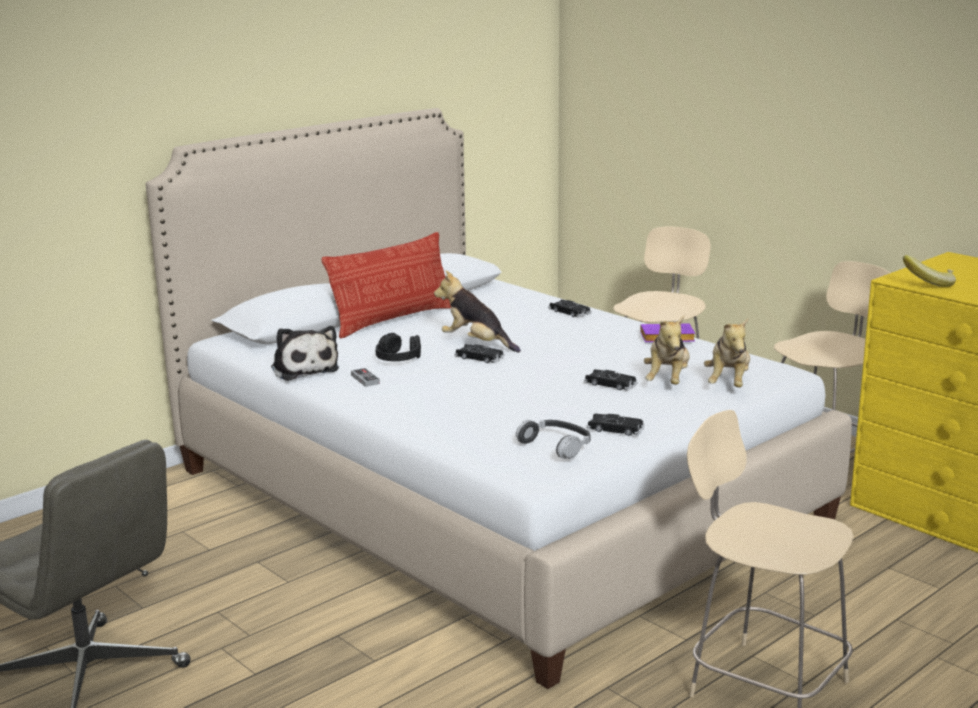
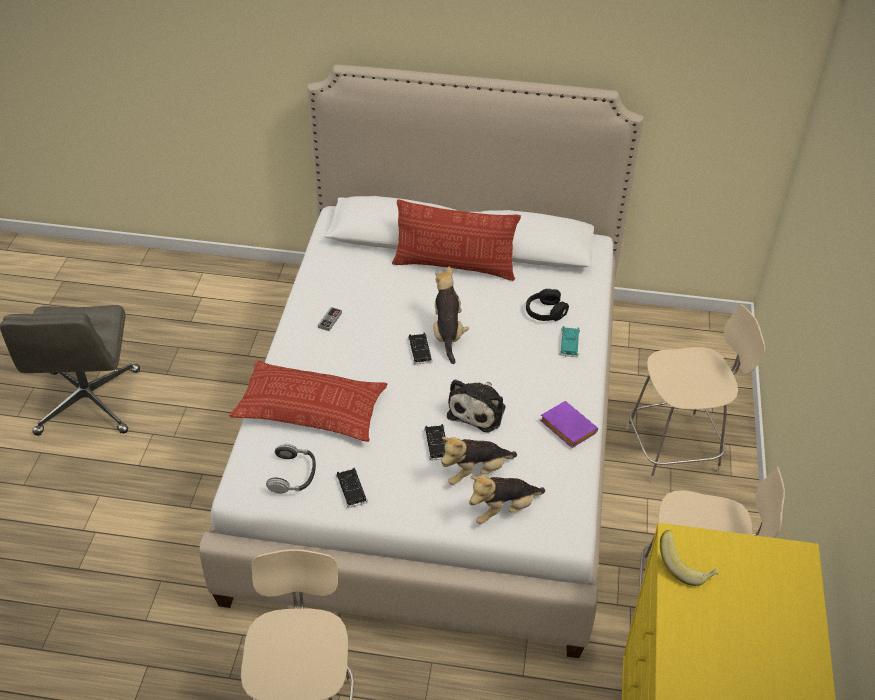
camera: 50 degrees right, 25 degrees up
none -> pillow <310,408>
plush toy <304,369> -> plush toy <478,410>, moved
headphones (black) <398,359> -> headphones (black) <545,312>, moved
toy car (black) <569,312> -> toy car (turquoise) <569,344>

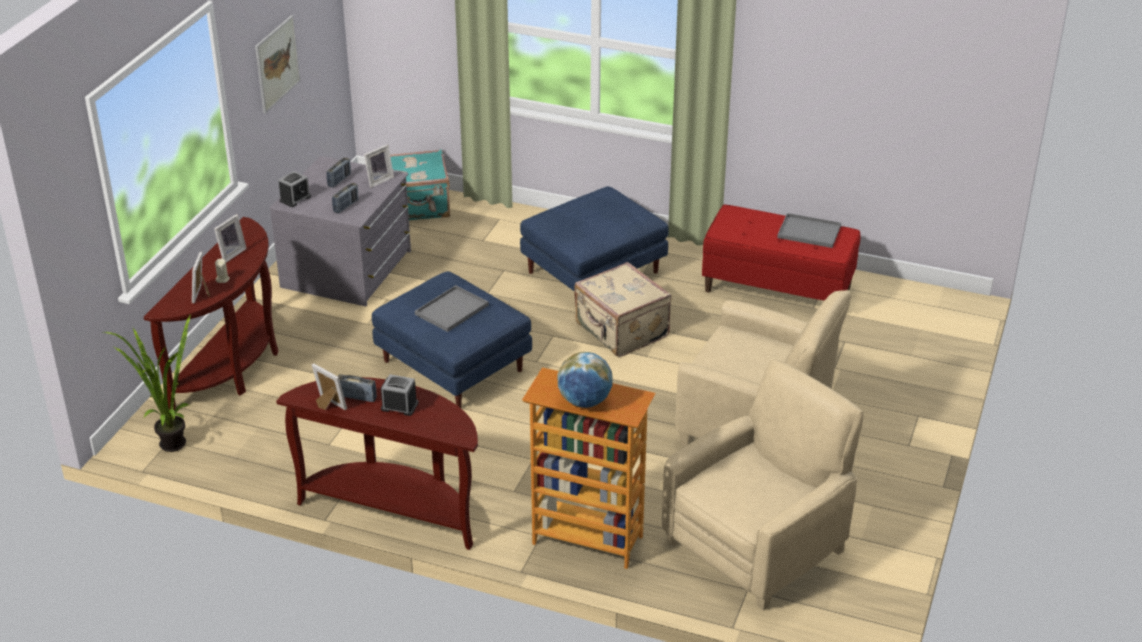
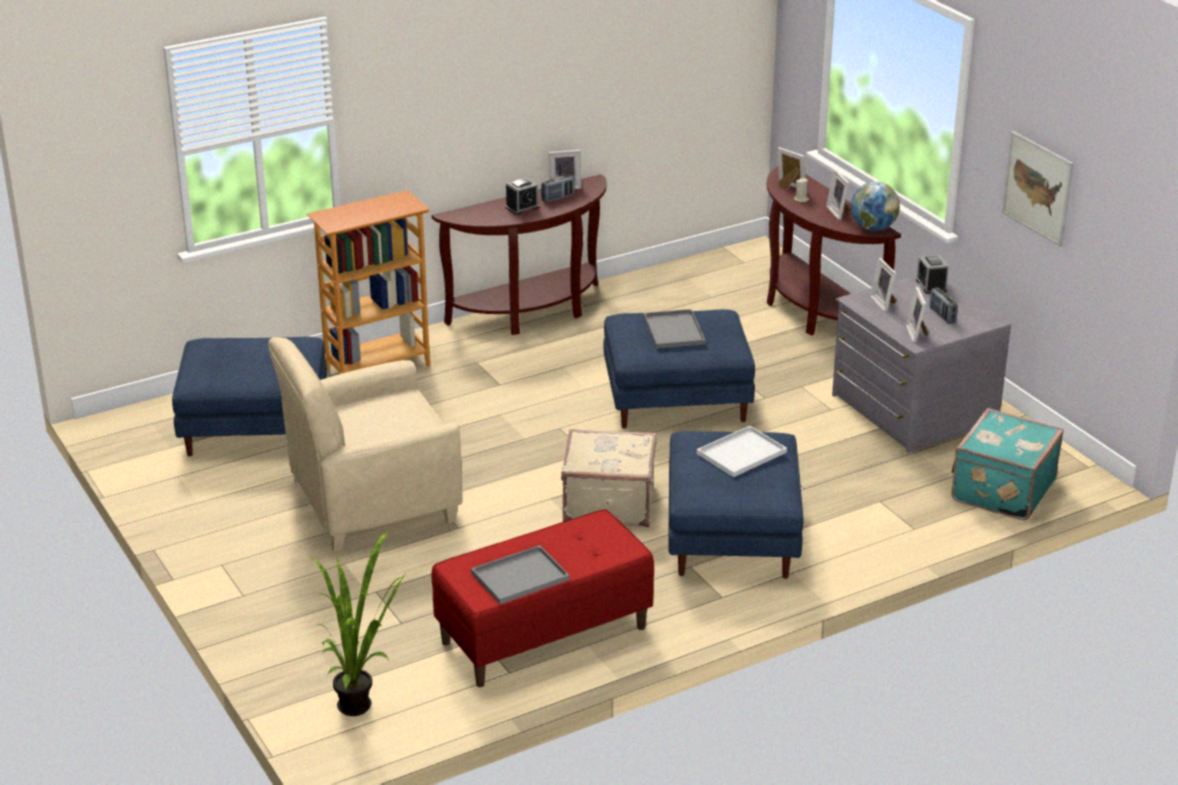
camera: 130 degrees right, 5 degrees down
armchair (beige) <757,545> -> ottoman (blue) <253,429>
potted plant <167,442> -> potted plant <362,704>, moved
none -> tray (white) <742,452>
globe <585,401> -> globe <873,228>, moved
radio <346,206> -> picture frame <884,303>

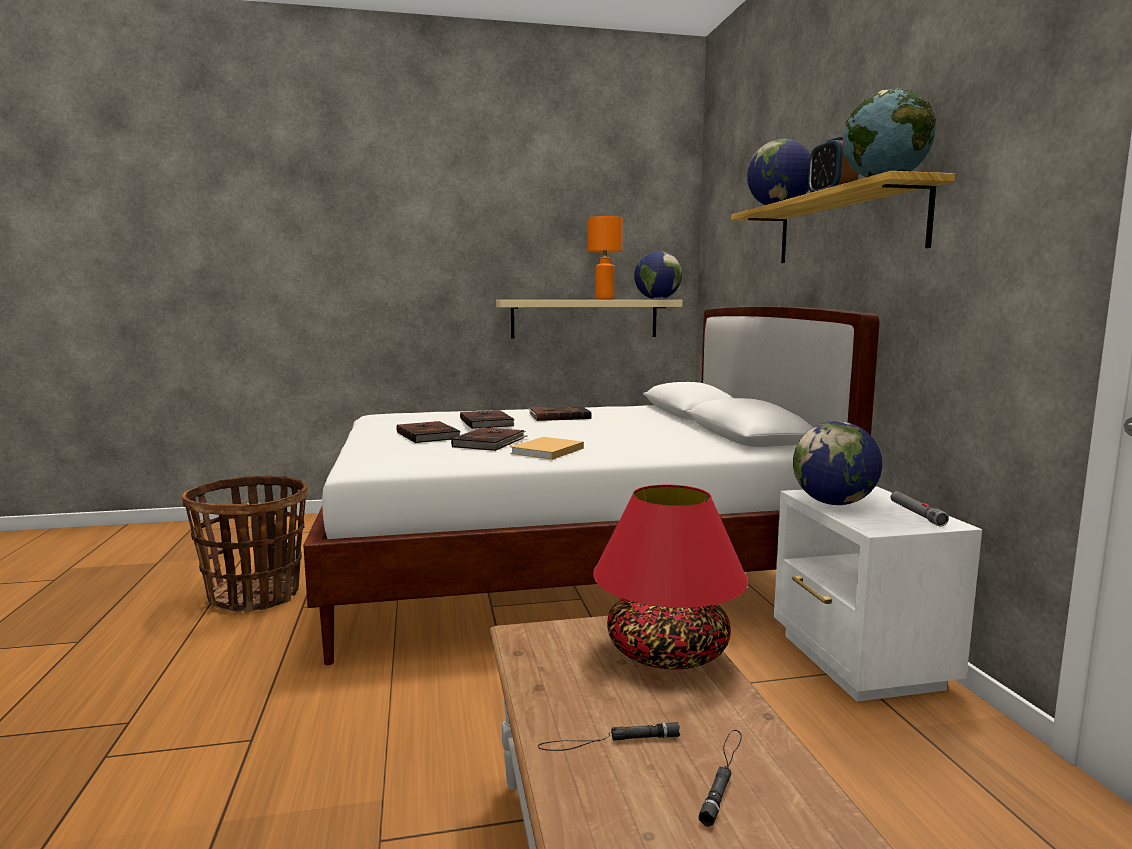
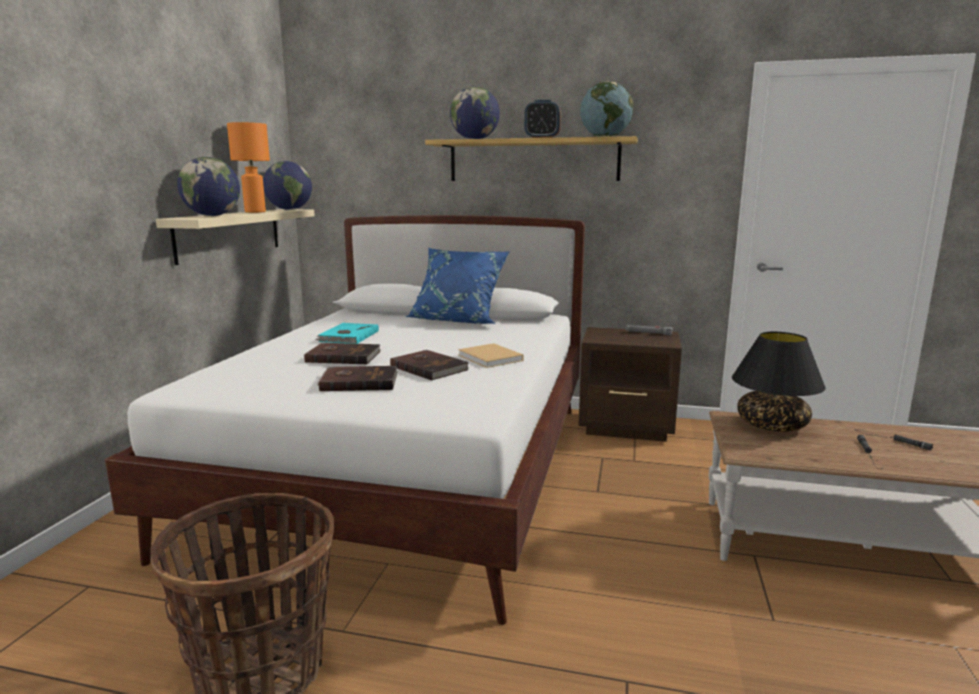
camera: 65 degrees left, 5 degrees up
globe <834,503> -> globe <212,216>, moved
book (brown) <559,416> -> book (turquoise) <348,336>
none -> pillow (blue) <458,320>
nightstand (white) <859,662> -> nightstand (brown) <627,428>
table lamp (red) <666,652> -> table lamp (black) <771,425>

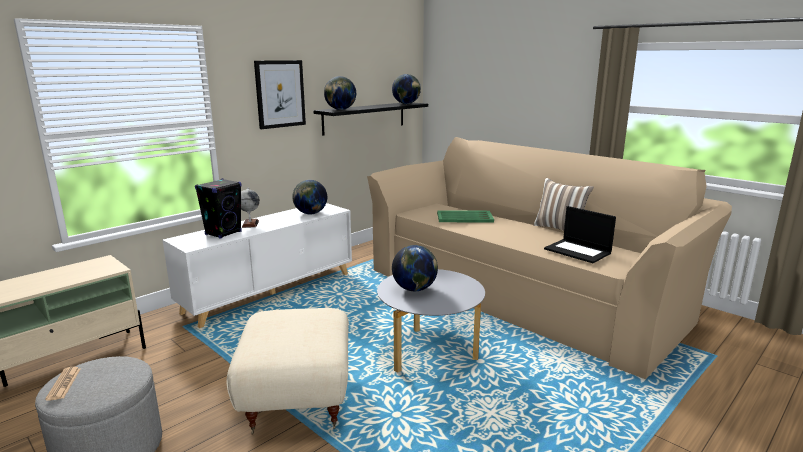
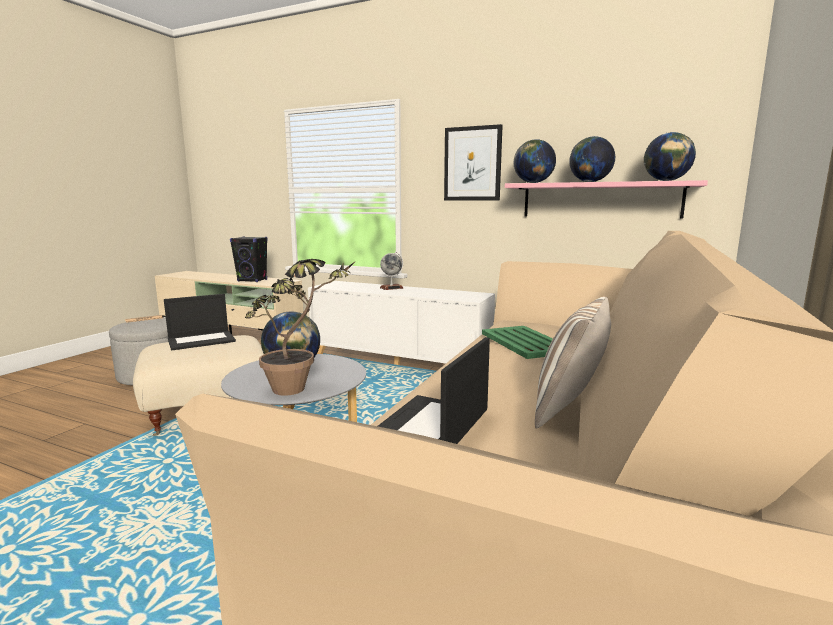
camera: 70 degrees right, 5 degrees down
none -> laptop <202,340>
speaker (black) <223,233> -> speaker (black) <252,280>, moved
none -> potted plant <301,389>
shelf (black) <364,117> -> shelf (pink) <600,200>
globe <310,213> -> globe <590,182>, moved

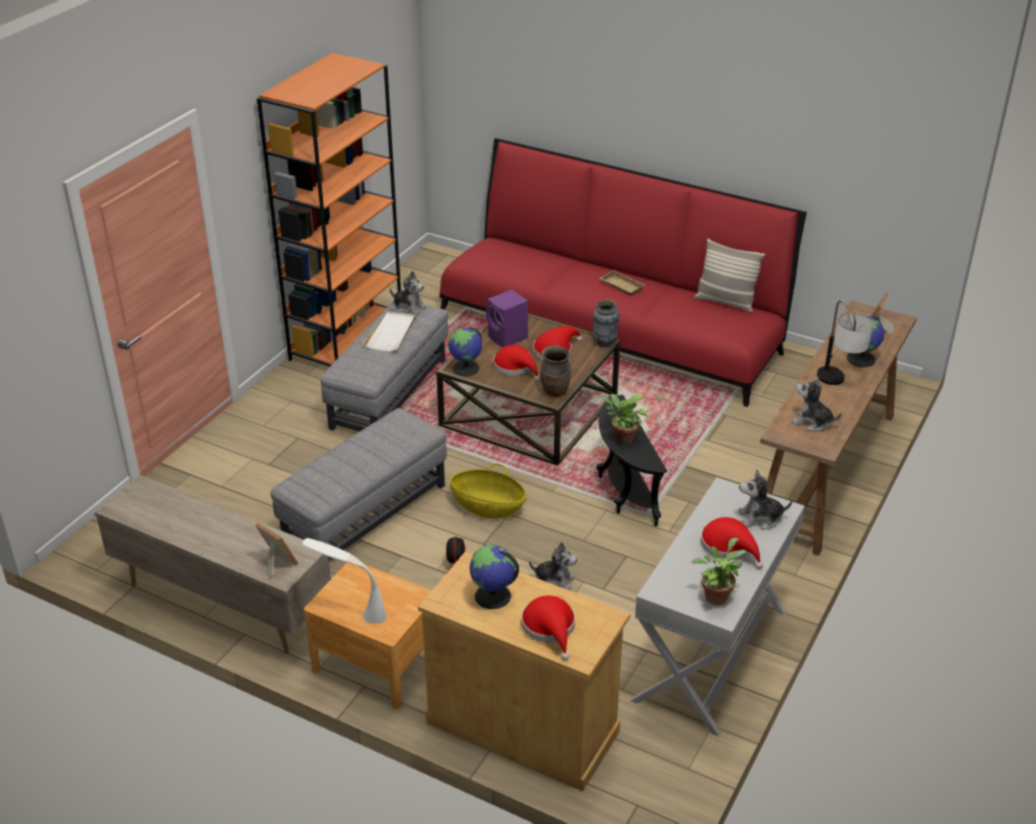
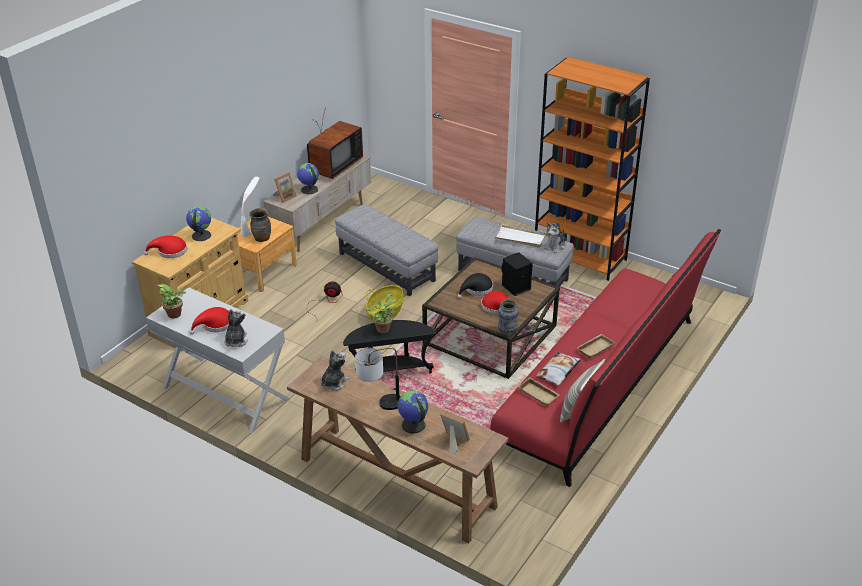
camera: 95 degrees right, 0 degrees up
vase (brown) <555,391> -> vase (brown) <262,238>, moved
globe <466,368> -> globe <309,190>, moved
none -> television <333,166>
hat (red) <515,367> -> hat (black) <476,289>
speaker (purple) <508,338> -> speaker (black) <515,287>
none -> tray (beige) <539,394>
none -> pillow <558,371>
plush toy <554,580> -> none

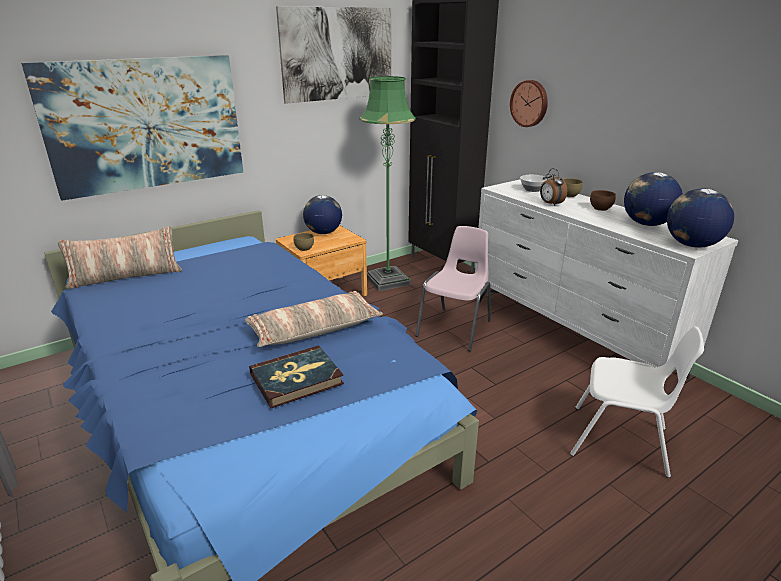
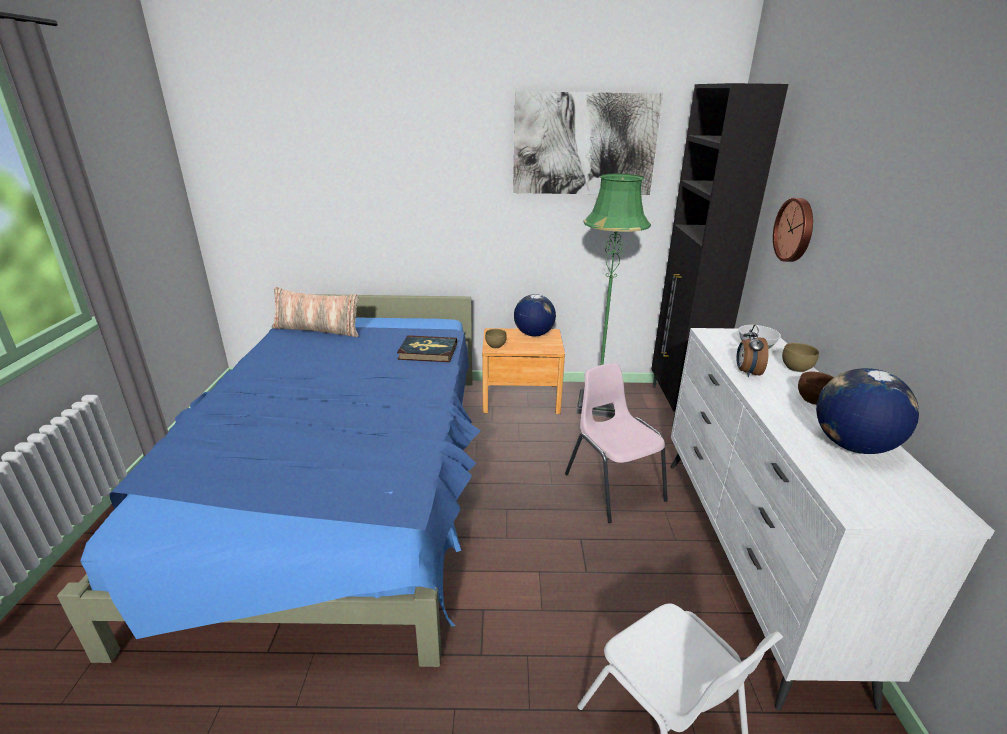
camera: 35 degrees right, 0 degrees up
book <296,379> -> book <428,351>, moved
chair (pink) <455,328> -> chair (pink) <612,486>, 90 degrees counterclockwise
picture <146,124> -> none
pillow <314,329> -> none
globe <691,245> -> none

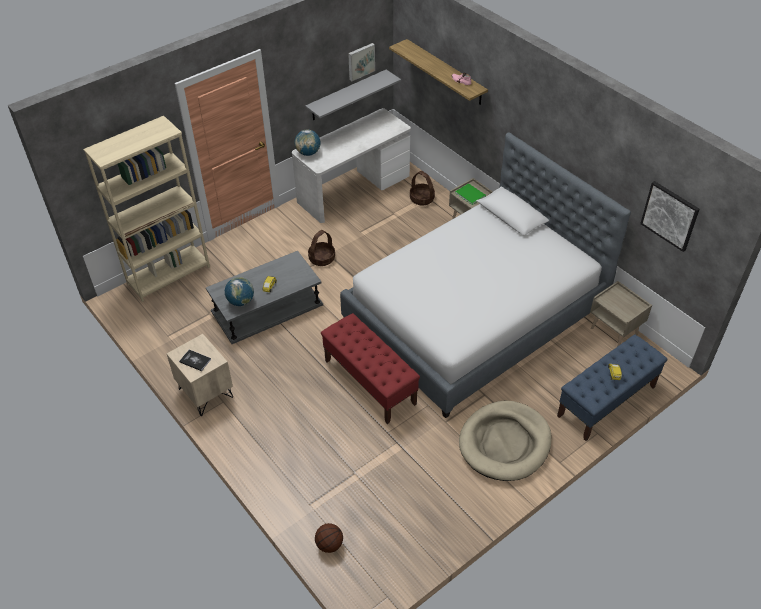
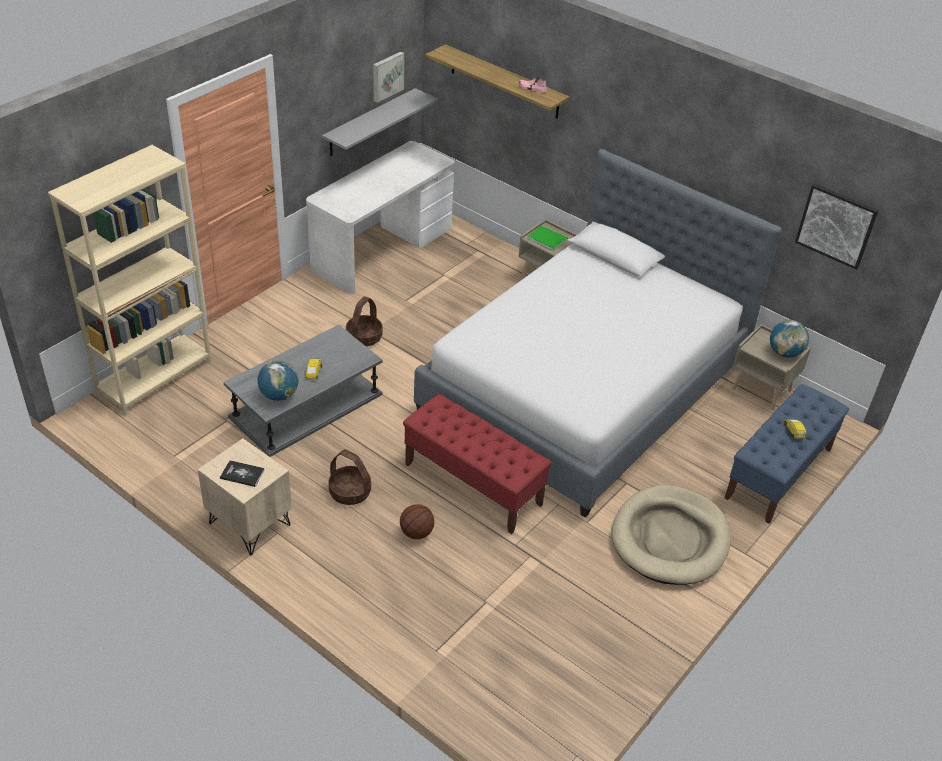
camera: 15 degrees left, 5 degrees down
basket <422,199> -> basket <350,492>, moved
basketball <329,544> -> basketball <416,533>, moved
globe <308,153> -> globe <784,353>, moved

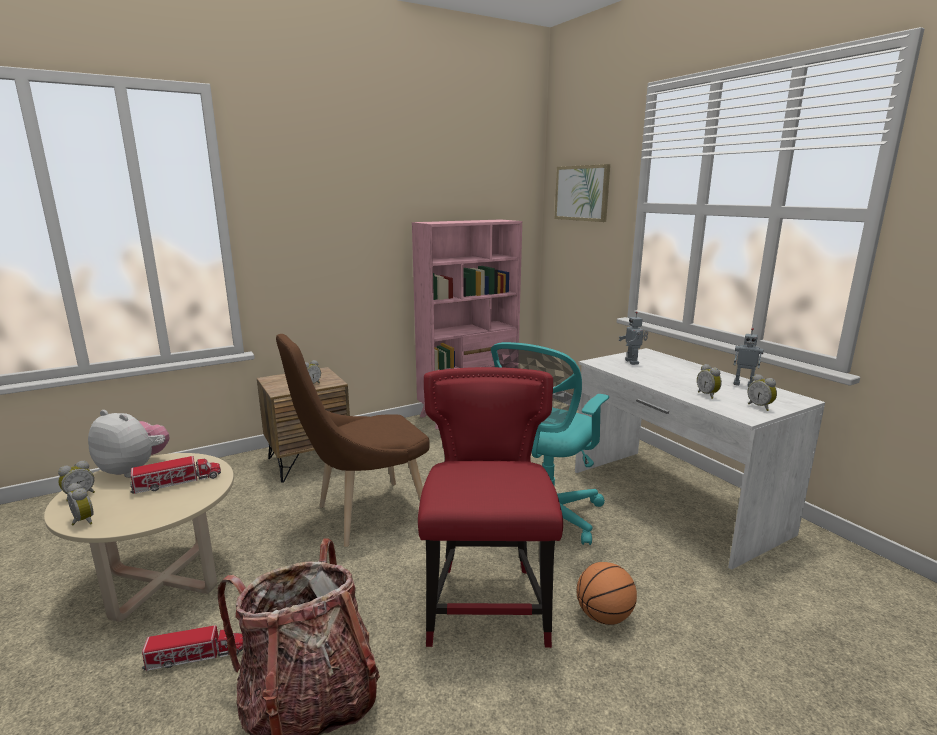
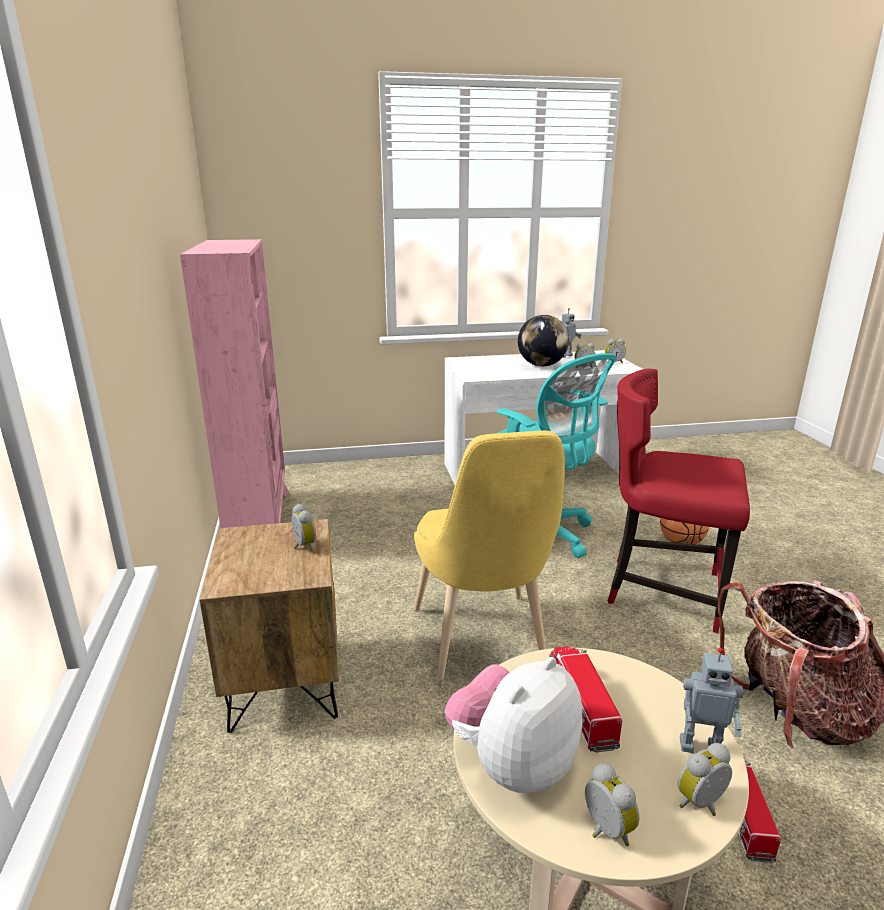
camera: 70 degrees left, 5 degrees up
chair (brown) <364,516> -> chair (yellow) <482,643>
none -> globe <541,365>
toy robot <633,362> -> toy robot <700,745>, moved
picture <582,193> -> none

